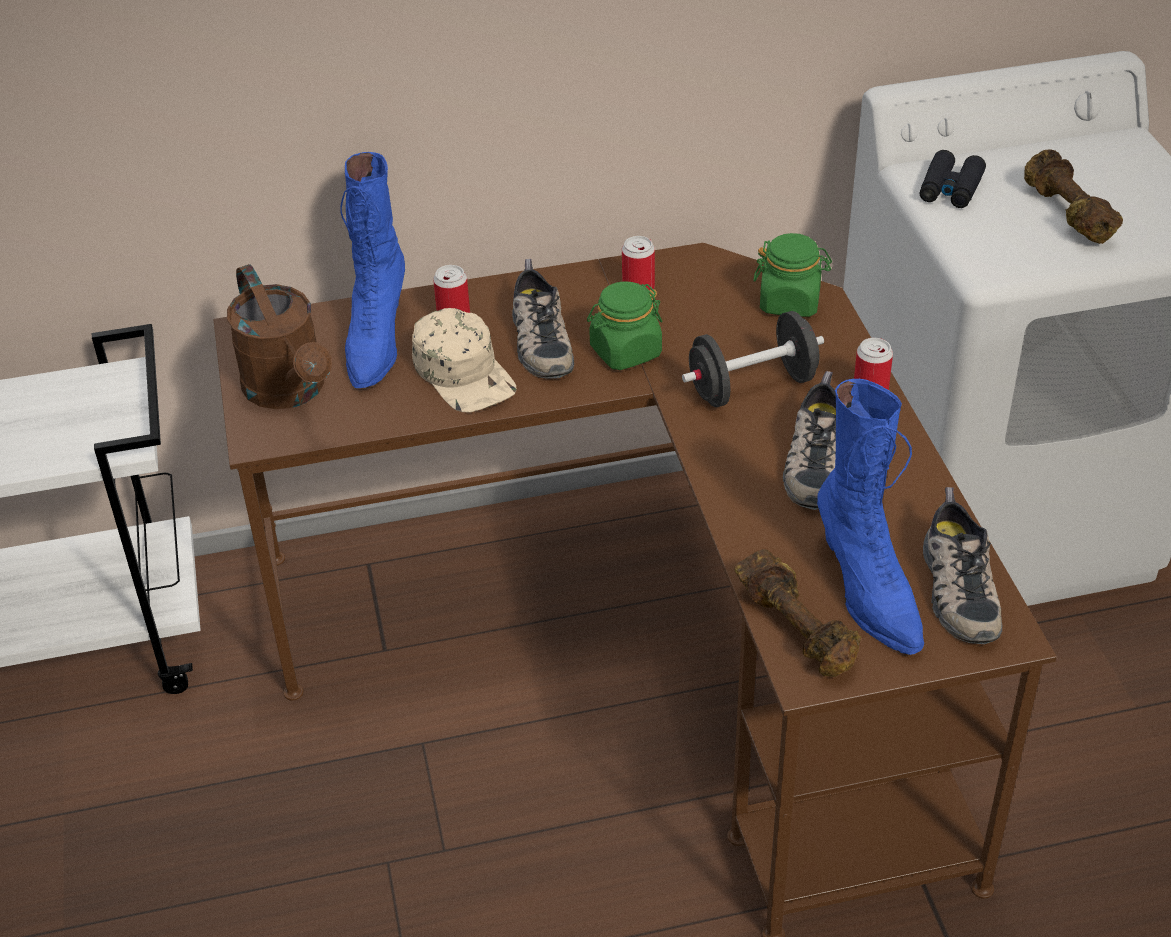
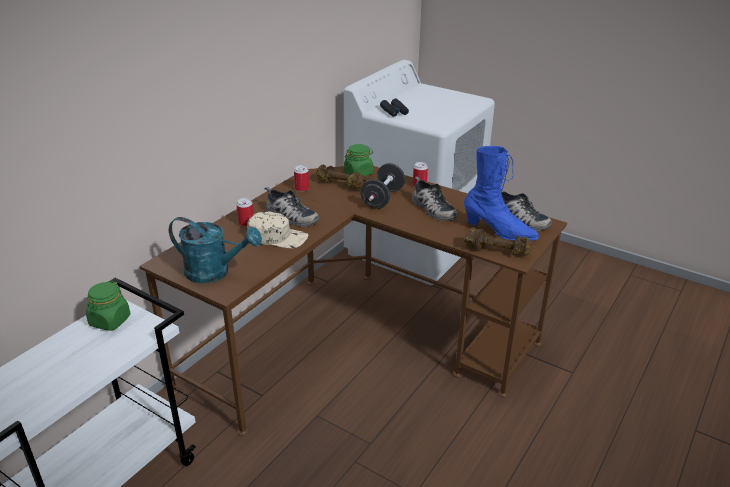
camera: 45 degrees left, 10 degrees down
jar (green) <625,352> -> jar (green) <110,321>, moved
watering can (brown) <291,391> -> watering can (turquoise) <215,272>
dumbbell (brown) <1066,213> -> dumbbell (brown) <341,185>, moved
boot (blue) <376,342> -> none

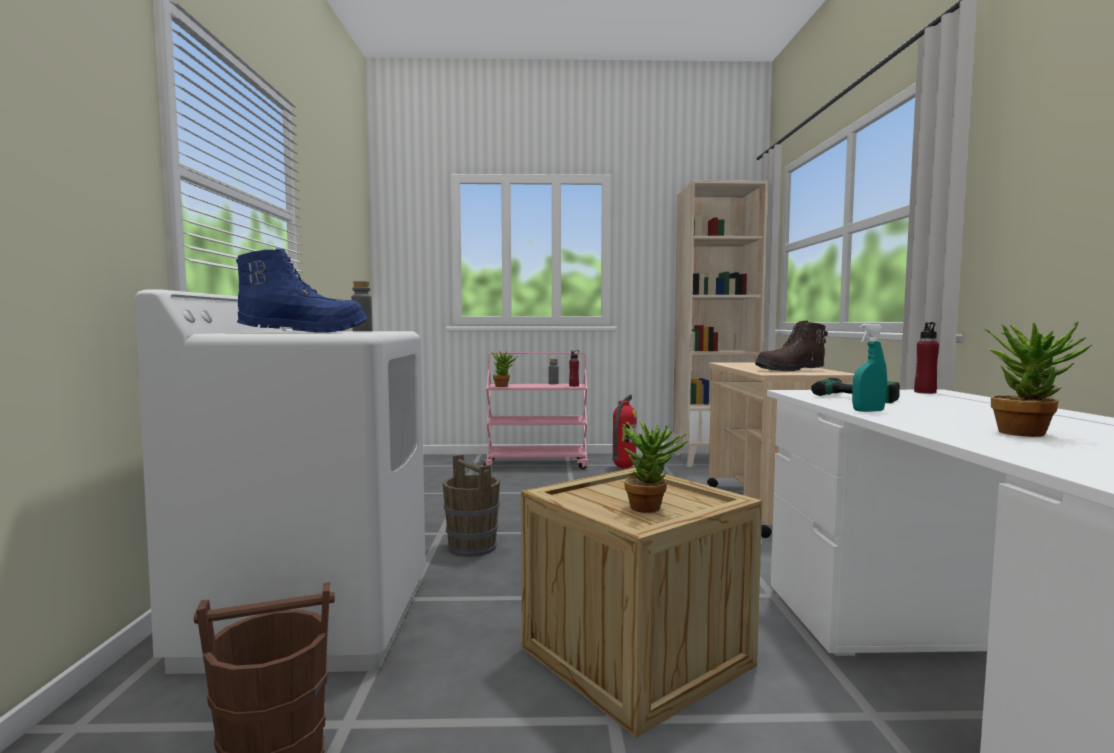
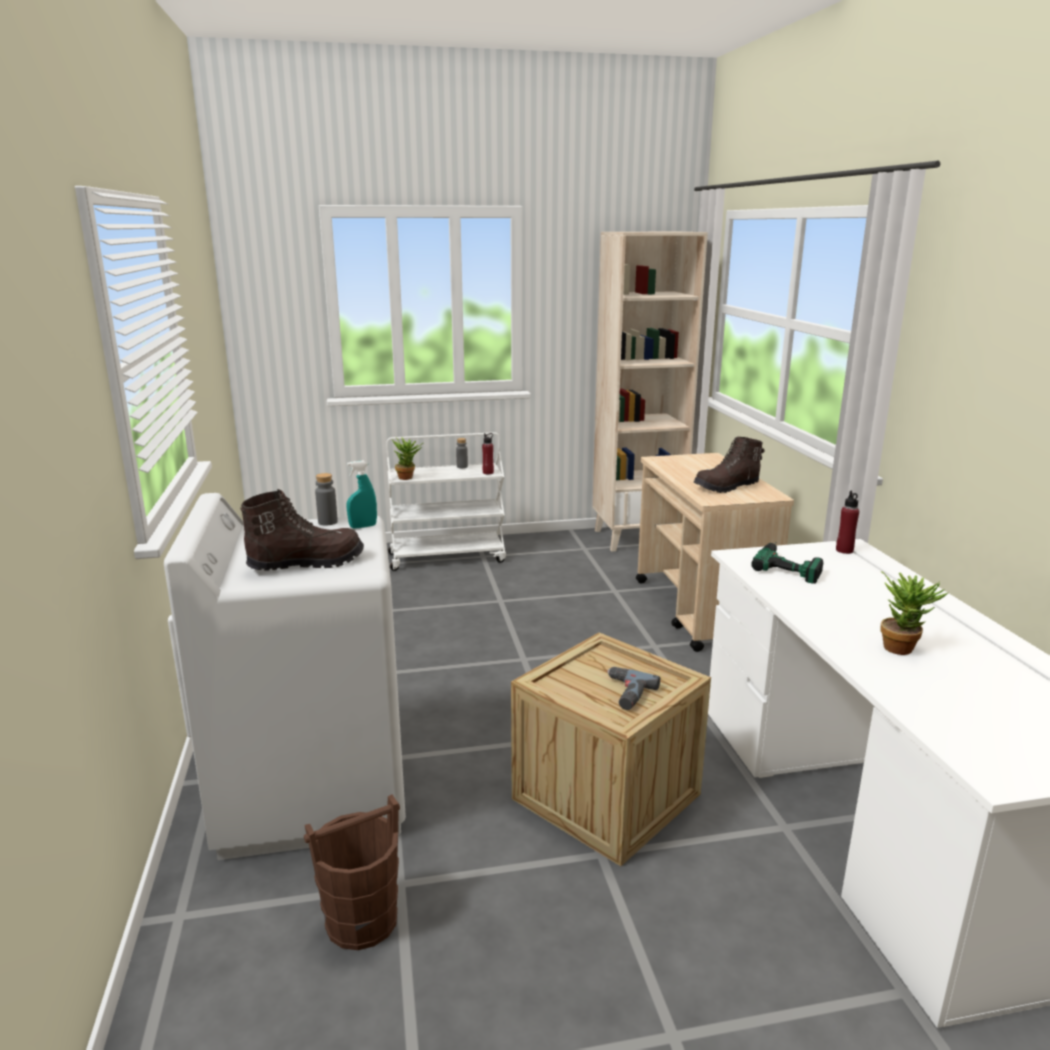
camera: 10 degrees left, 15 degrees up
boot (blue) <304,332> -> boot (brown) <306,563>
spray bottle (turquoise) <868,411> -> spray bottle (turquoise) <363,526>, moved
cart (pink) <537,464> -> cart (white) <447,557>
potted plant <651,508> -> power drill <625,693>
bucket (brown) <472,547> -> none
fire extinguisher <623,468> -> none

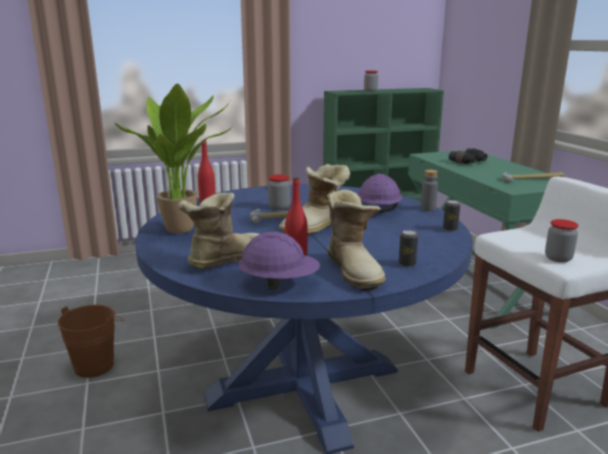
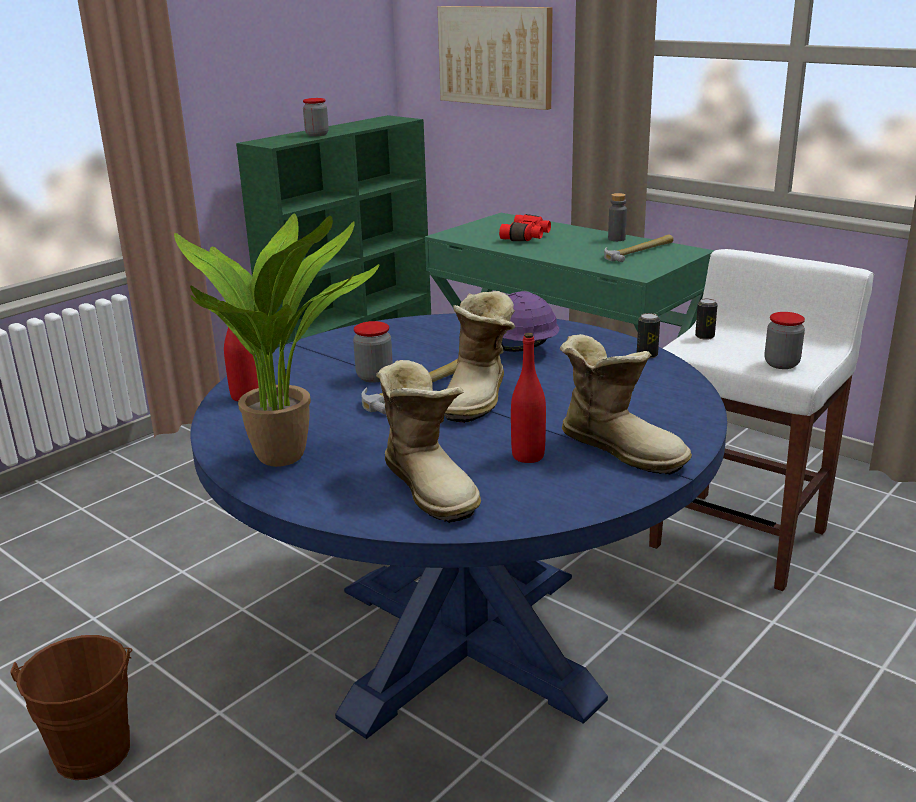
camera: 30 degrees left, 5 degrees up
boot <225,260> -> boot <432,486>, 135 degrees clockwise
none -> picture <496,56>
binoculars (black) <469,162> -> binoculars (red) <527,237>
bottle (grey) <428,209> -> bottle (grey) <616,239>, moved
can <407,264> -> can <704,336>, moved
hard hat (purple) <279,283> -> none

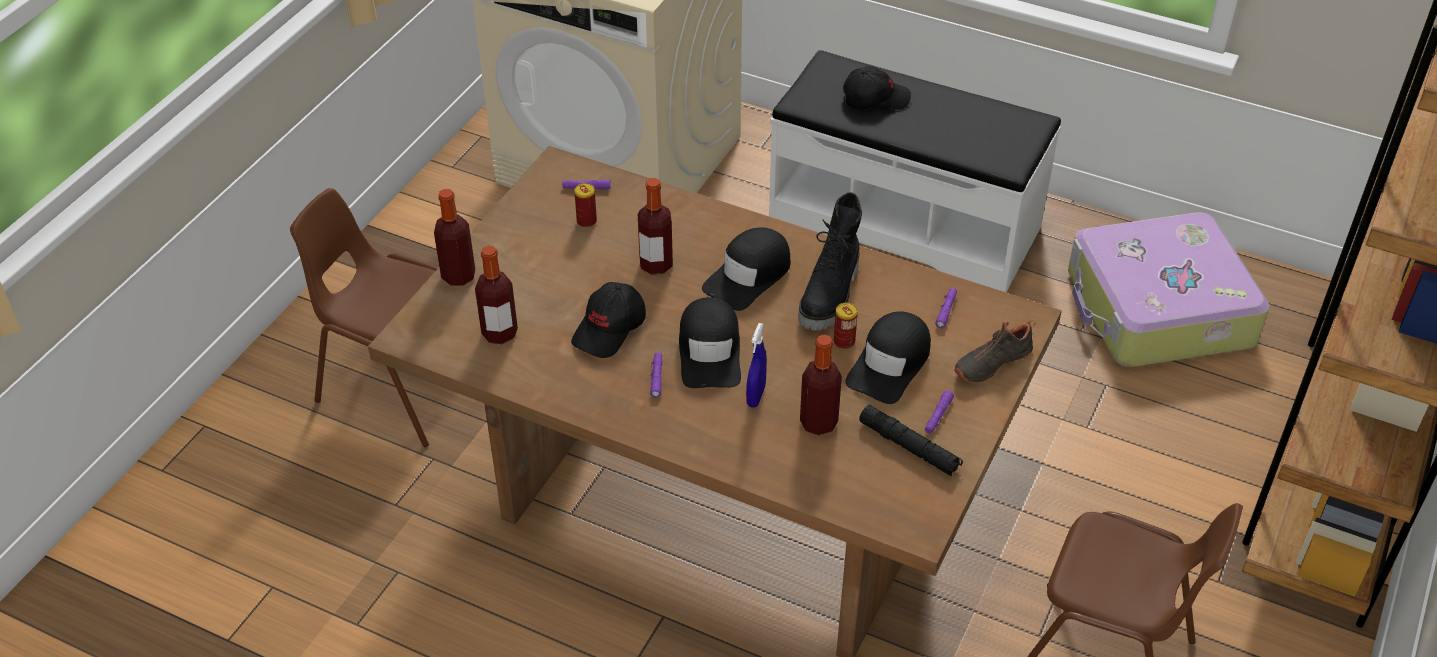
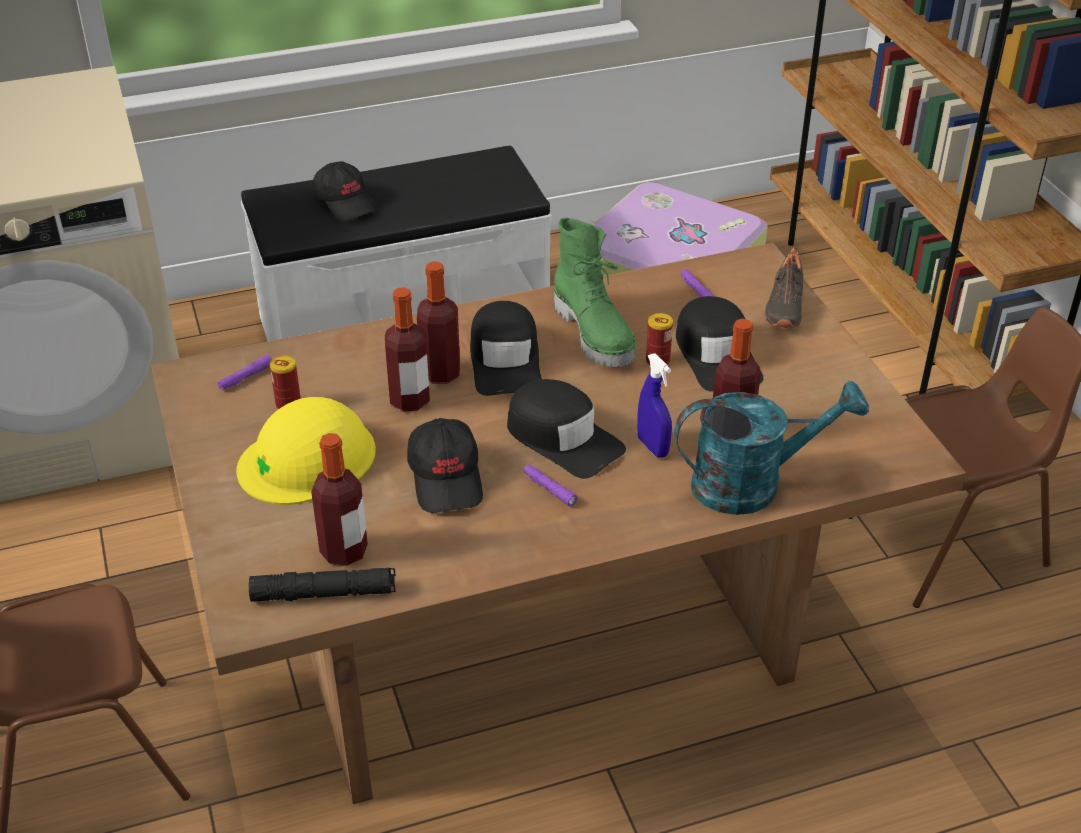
camera: 45 degrees left, 5 degrees down
none -> hard hat (yellow) <308,459>
flashlight (black) <909,447> -> flashlight (black) <324,593>, moved
cap (black) <875,98> -> cap (black) <346,202>, 105 degrees clockwise
bottle <458,276> -> bottle <440,373>, moved
boot (black) <831,296> -> boot (green) <595,334>
none -> watering can (turquoise) <752,483>
flashlight (purple) <938,416> -> none

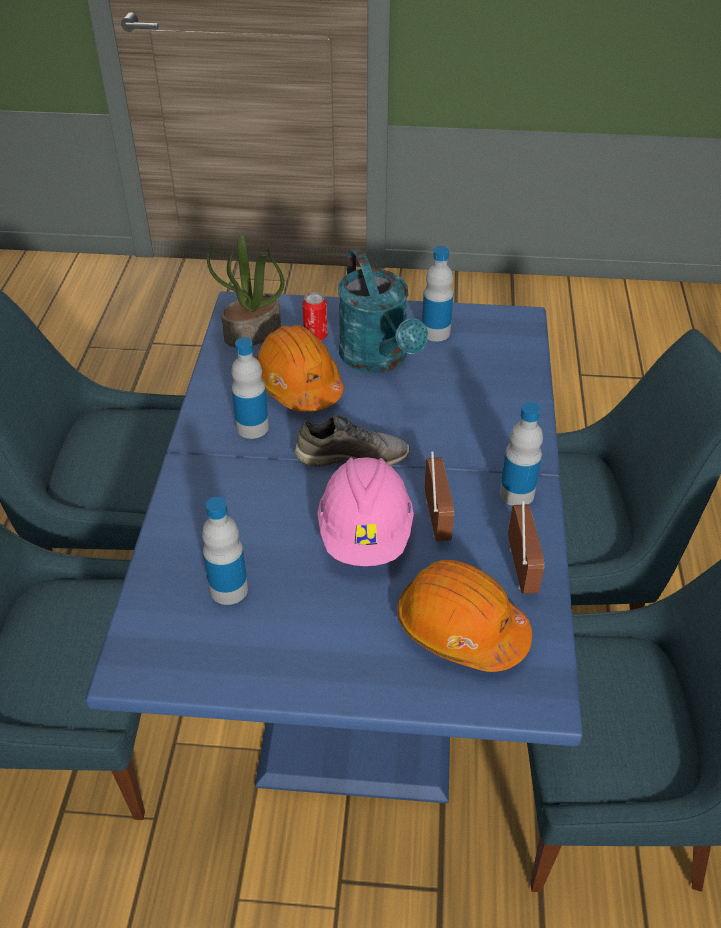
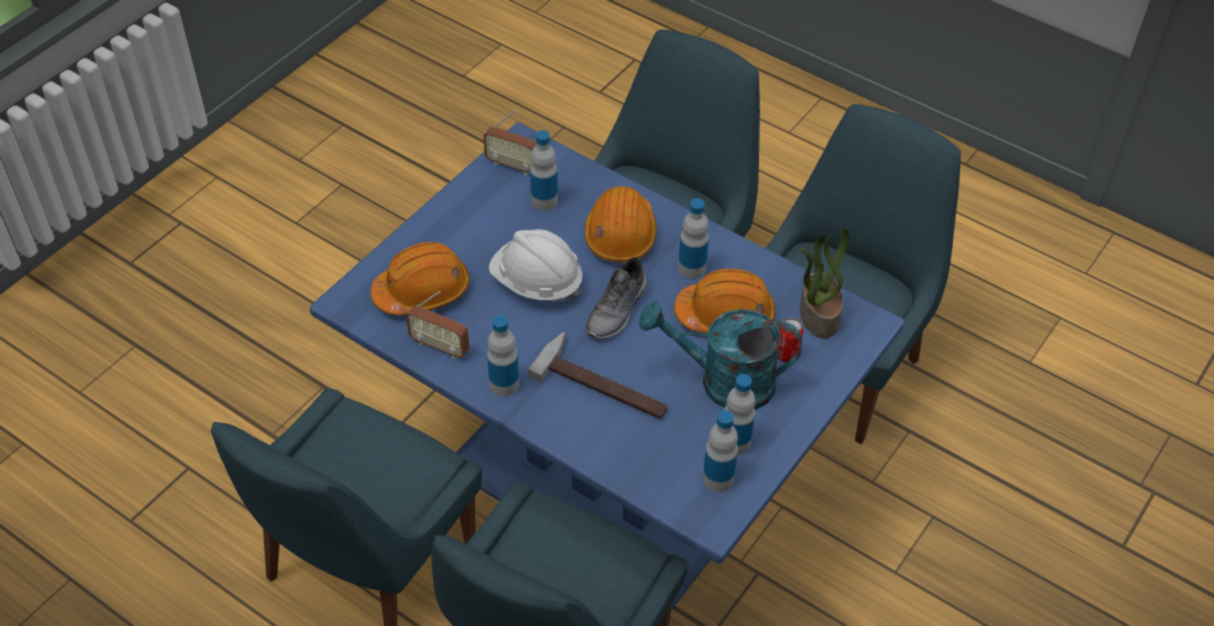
camera: 120 degrees right, 5 degrees up
radio <436,519> -> radio <513,165>, moved
hard hat (pink) <365,533> -> hard hat (white) <536,283>
none -> hammer <604,383>
none -> hard hat (orange) <620,235>
none -> bottle <718,478>

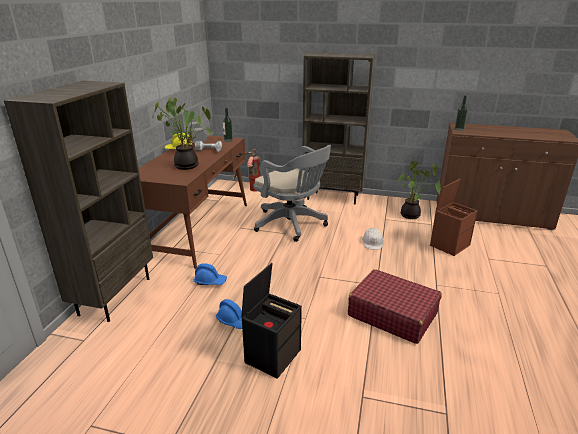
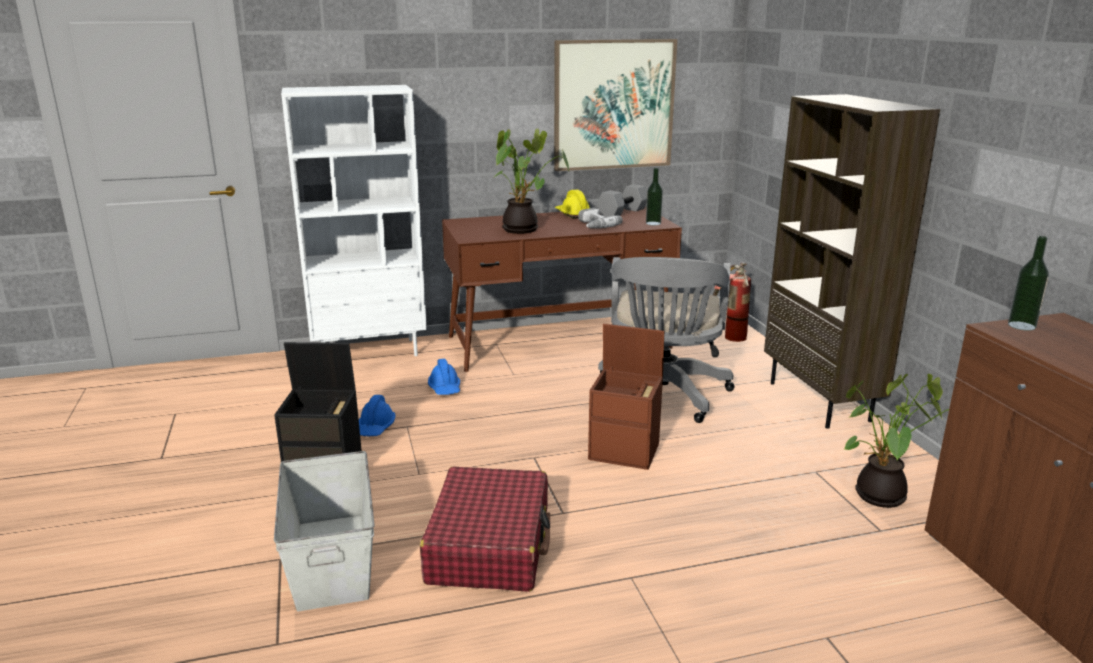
camera: 60 degrees right, 5 degrees down
none -> storage box (grey) <333,558>
bookcase (brown) <115,295> -> bookcase (white) <370,351>
none -> picture <613,105>
storage box (brown) <449,245> -> storage box (brown) <625,451>, moved
hard hat (white) <373,242> -> none

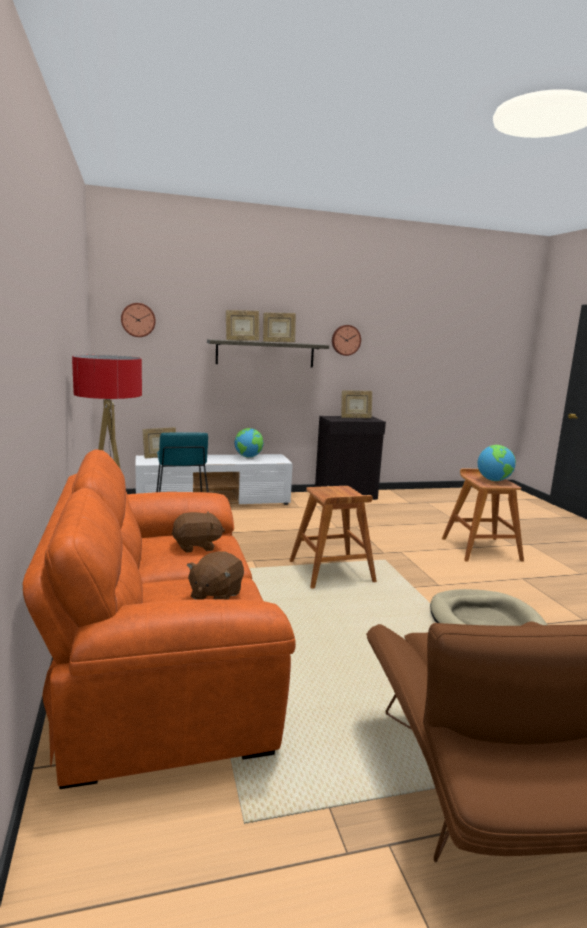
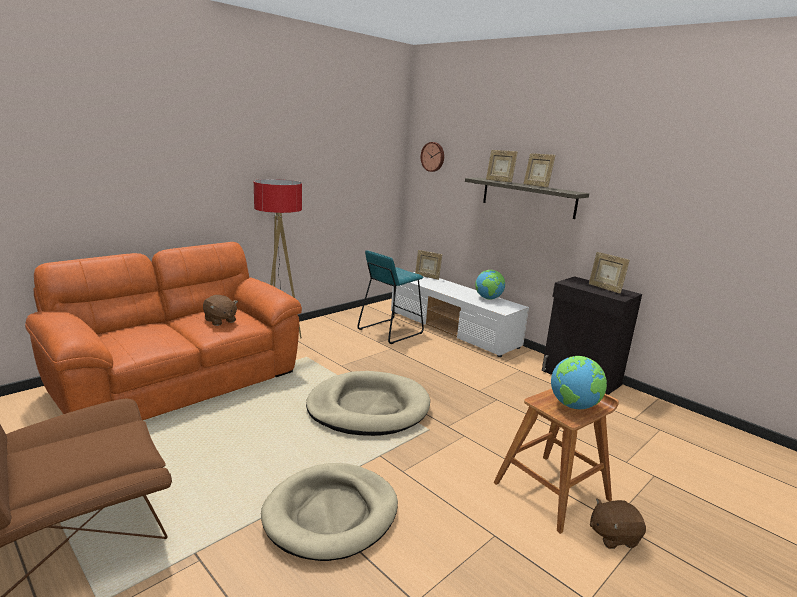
camera: 60 degrees right, 5 degrees up
stool (brown) <331,572> -> dog bed (beige) <368,408>
plush toy (brown) <215,595> -> plush toy (brown) <613,536>, moved
wall clock <345,340> -> none

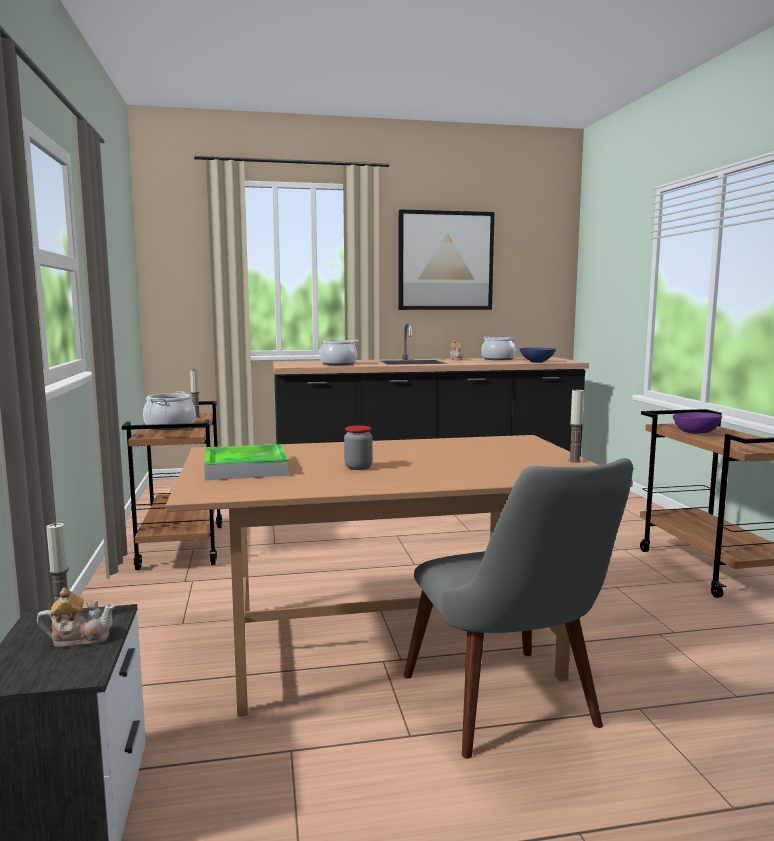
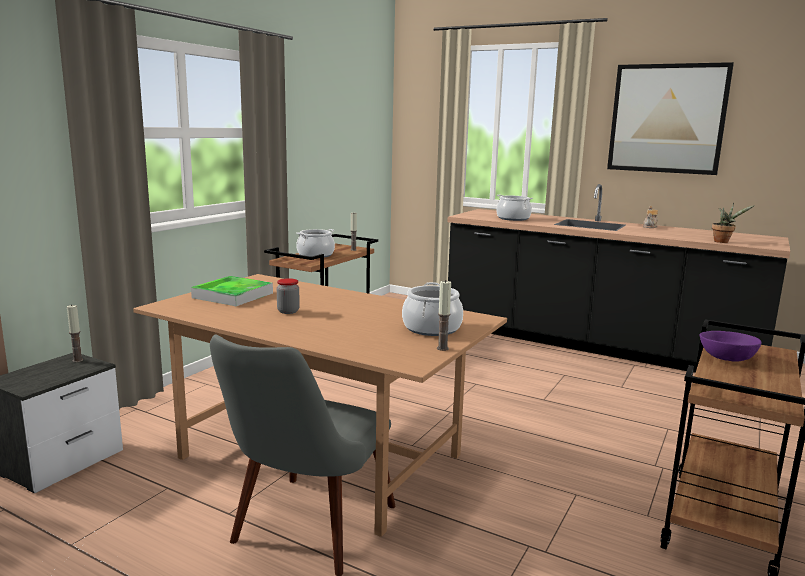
camera: 40 degrees right, 5 degrees up
cooking pot <498,359> -> cooking pot <431,328>, moved
bowl (blue) <536,362> -> potted plant <723,242>
teapot <79,638> -> none

